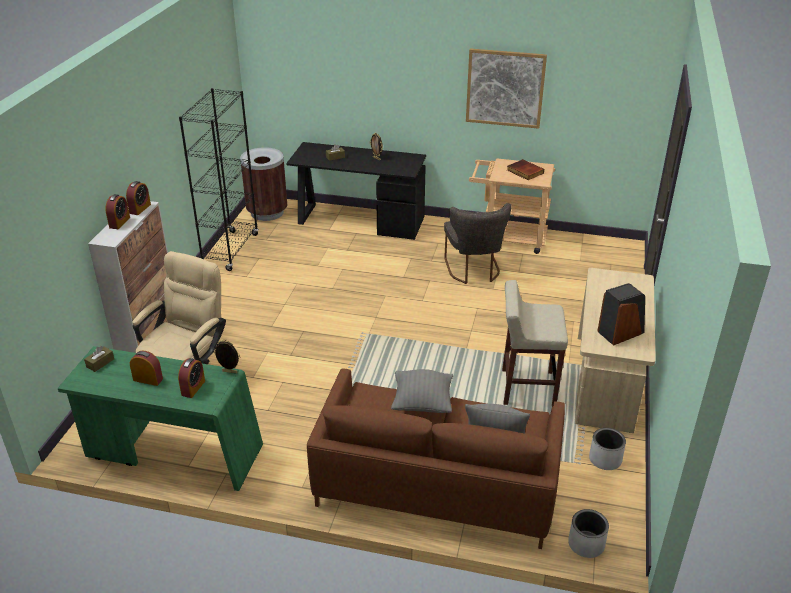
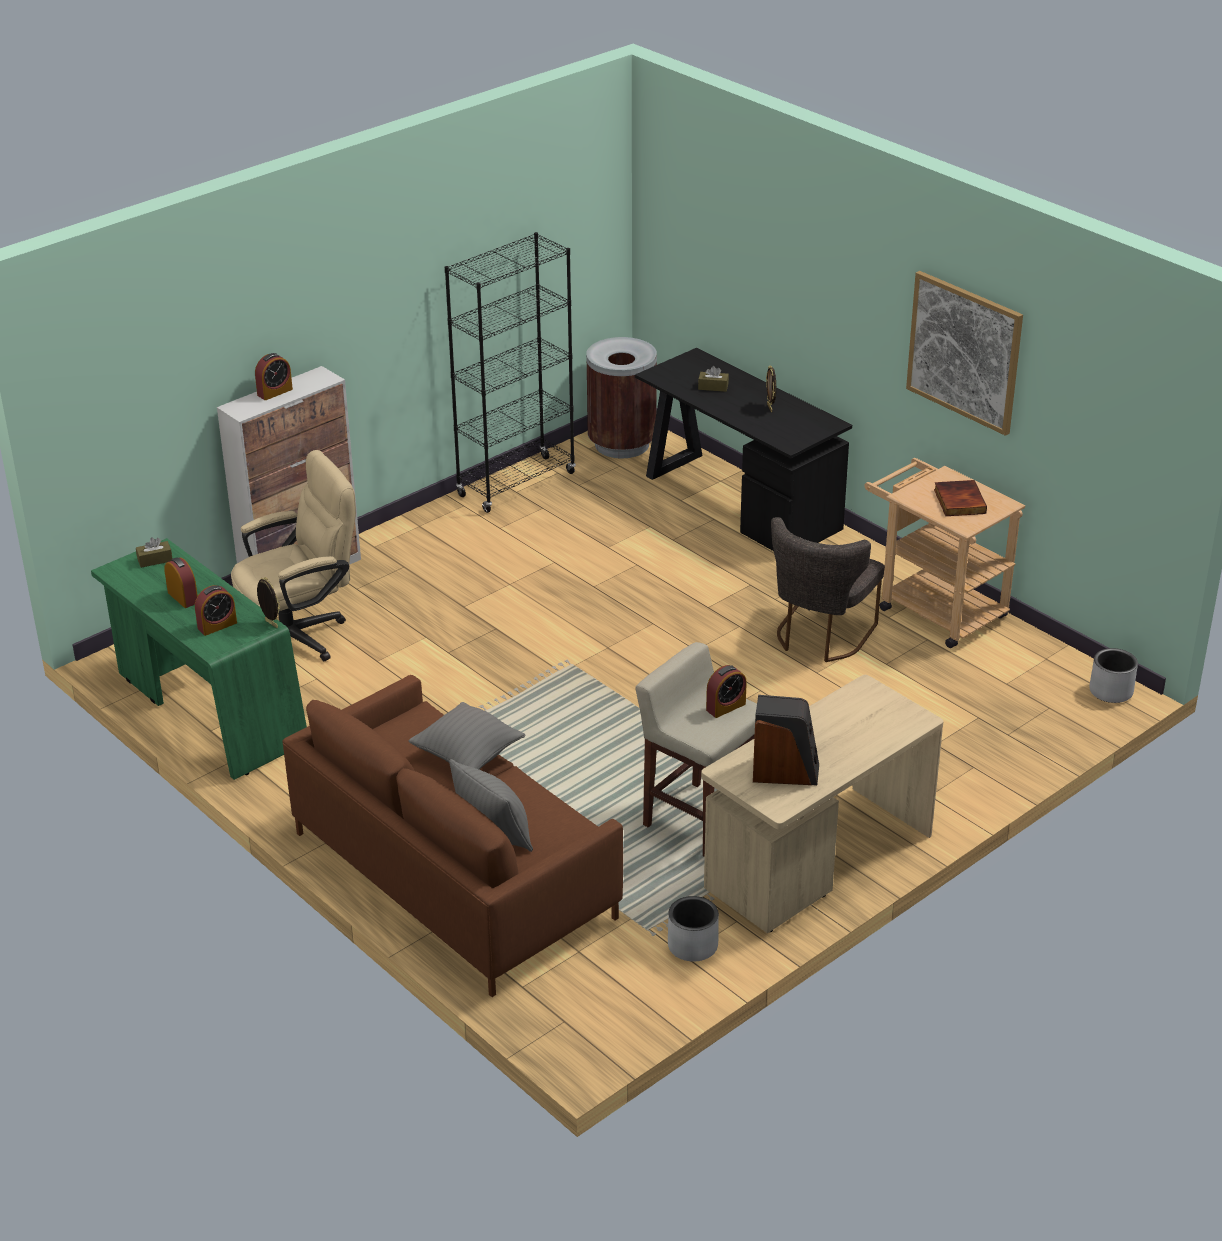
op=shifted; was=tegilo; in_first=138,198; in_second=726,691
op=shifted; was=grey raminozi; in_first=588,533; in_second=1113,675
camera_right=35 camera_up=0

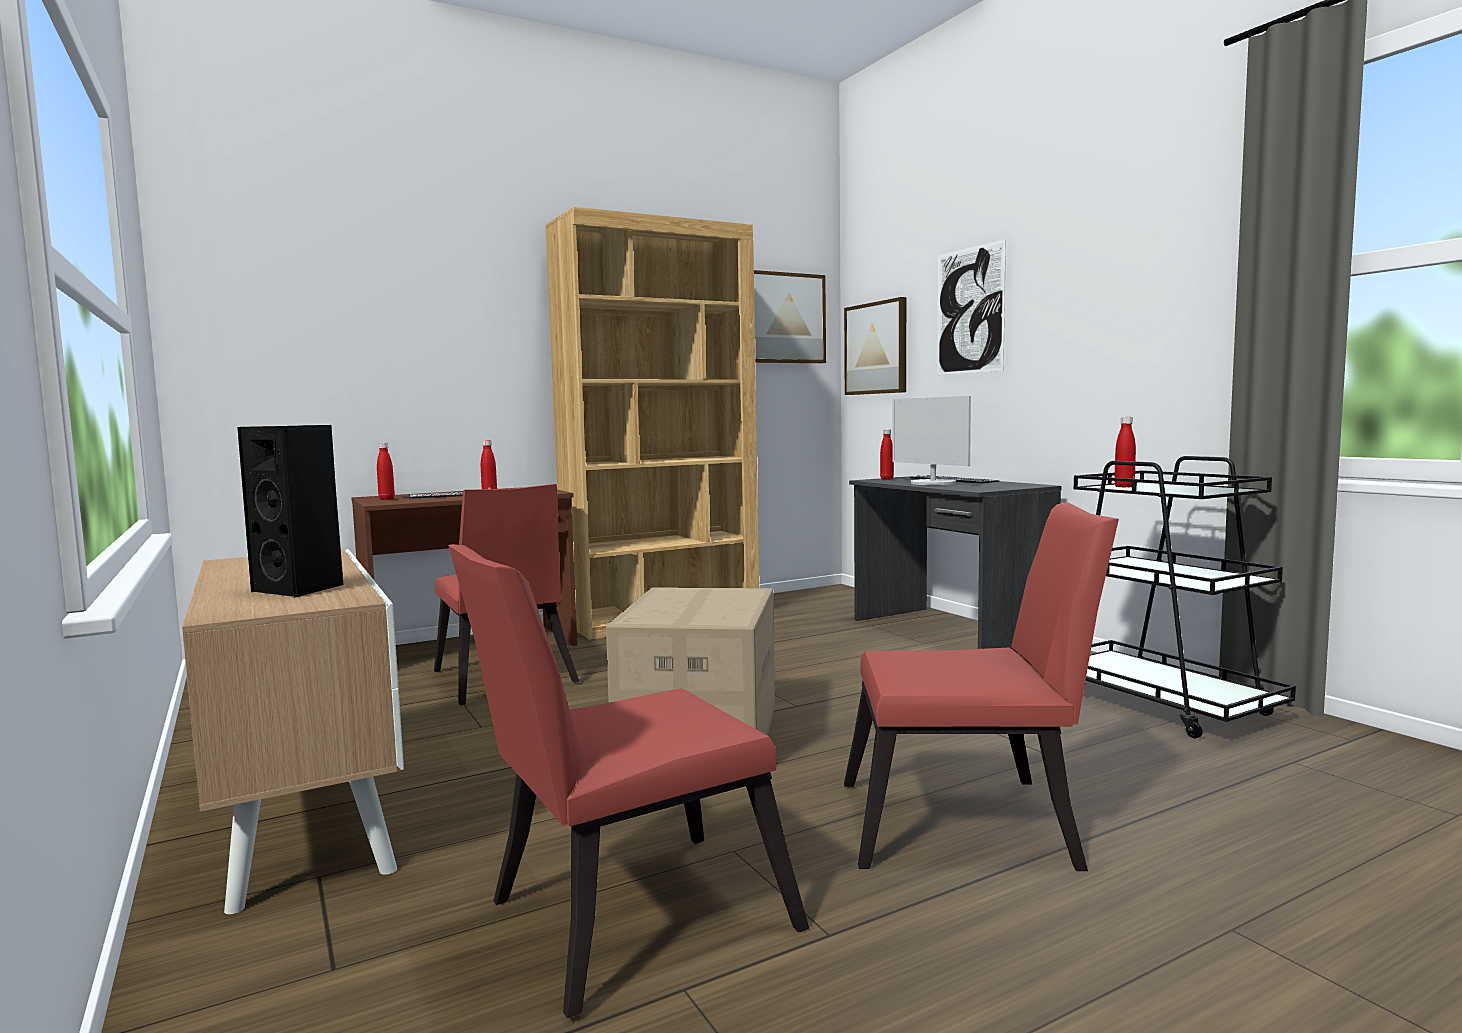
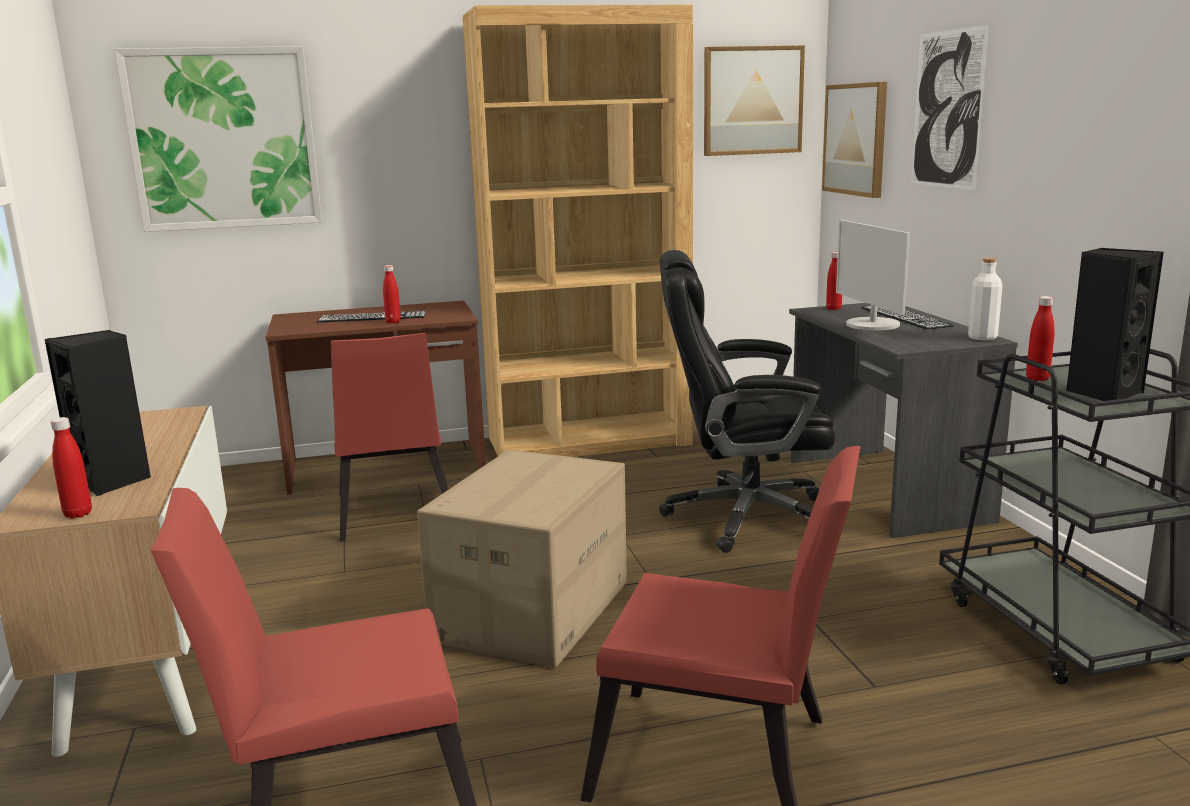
op=shifted; was=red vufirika; in_first=386,471; in_second=71,468
op=new; now=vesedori; in_second=218,139
op=new; now=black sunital; in_second=1115,324
op=new; now=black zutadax; in_second=747,401
op=new; now=white vufirika; in_second=985,299
camera_right=15 camera_up=10

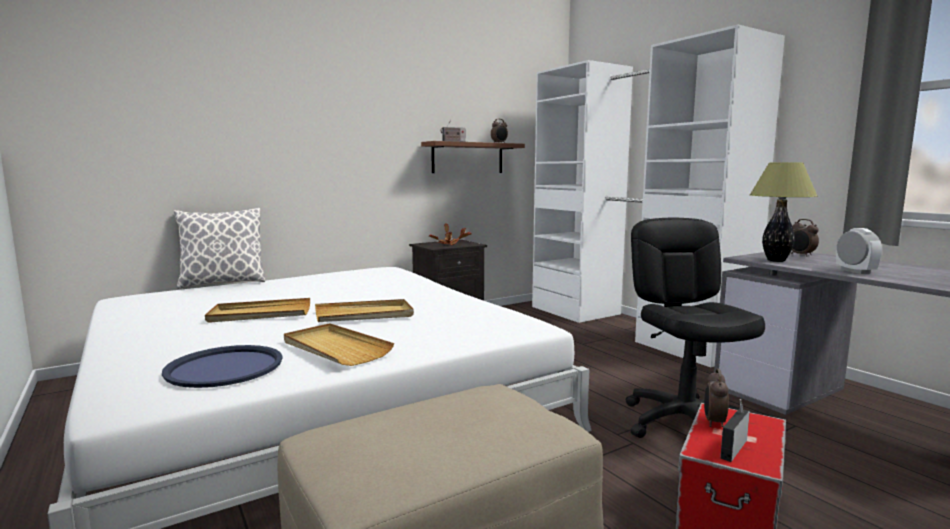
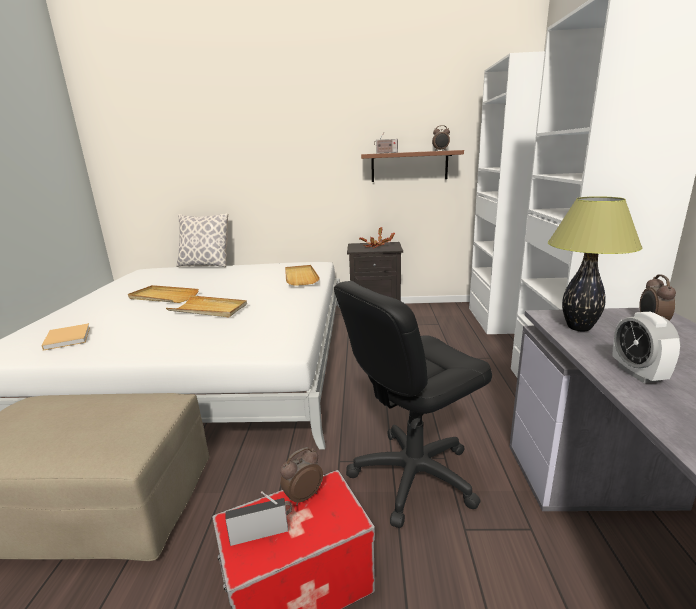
op=rotated; was=black zutadax; in_first=695,328; in_second=413,404; clockwise=-150
op=rotated; was=tegilo; in_first=859,251; in_second=646,347; clockwise=150
op=shifted; was=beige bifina; in_first=339,344; in_second=302,275
op=swapped; was=blue bifina; now=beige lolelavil; in_first=222,366; in_second=65,337
camera_right=35 camera_up=10

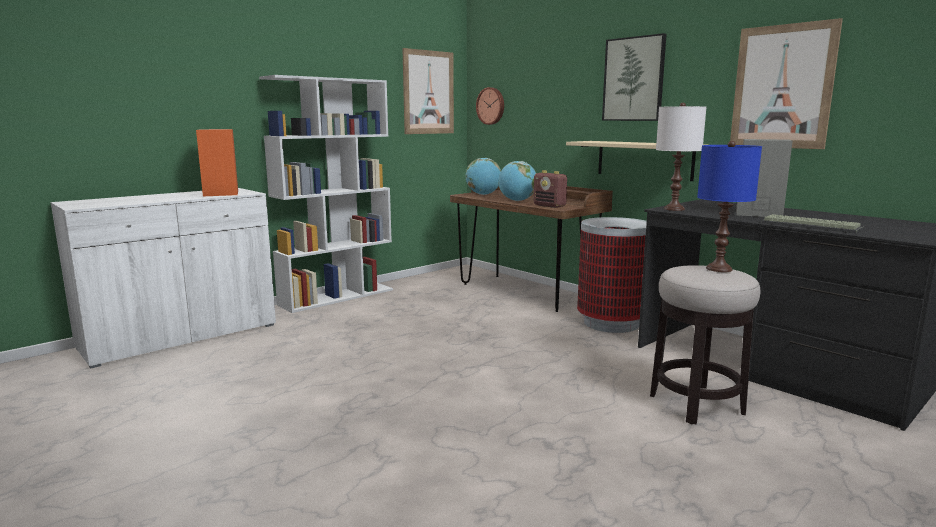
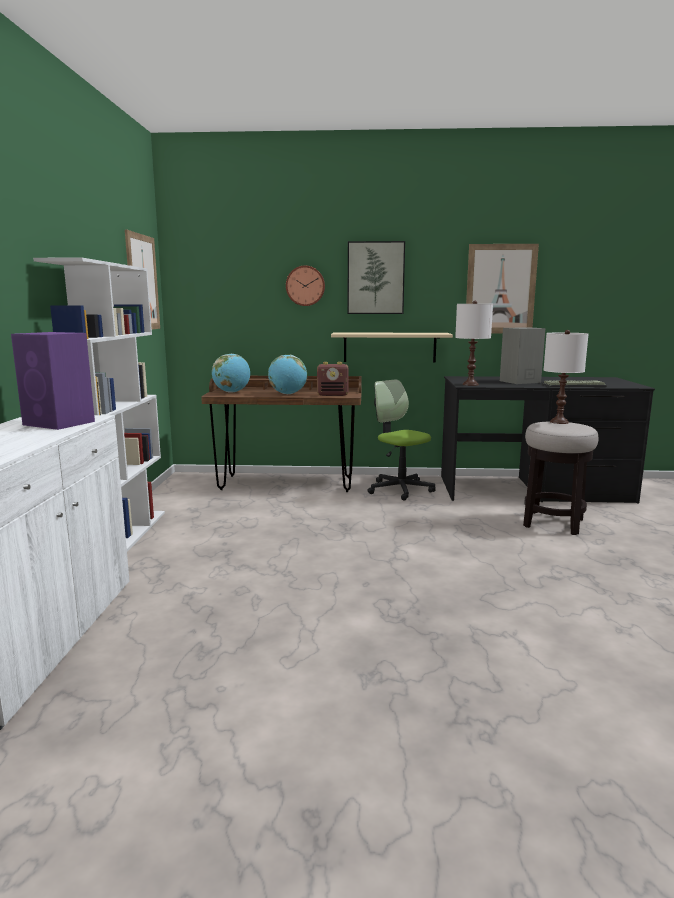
op=shifted; was=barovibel; in_first=490,106; in_second=305,285
op=repainted; was=orange sunital; now=purple sunital; in_first=217,162; in_second=53,381
op=repainted; was=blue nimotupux; now=white nimotupux; in_first=729,206; in_second=566,377
op=swapped; was=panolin; now=zutadax; in_first=612,275; in_second=401,439
camera_right=-45 camera_up=0

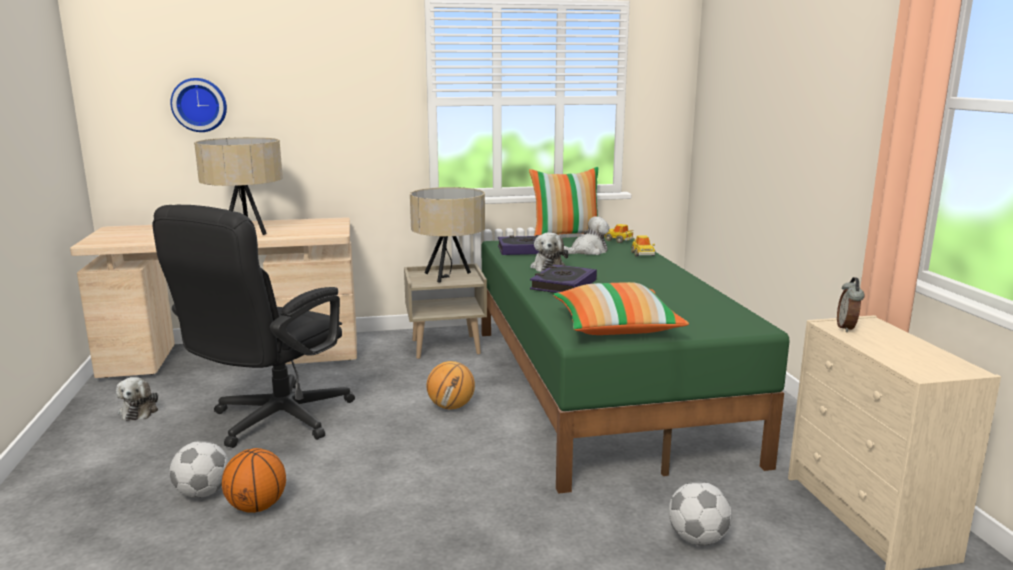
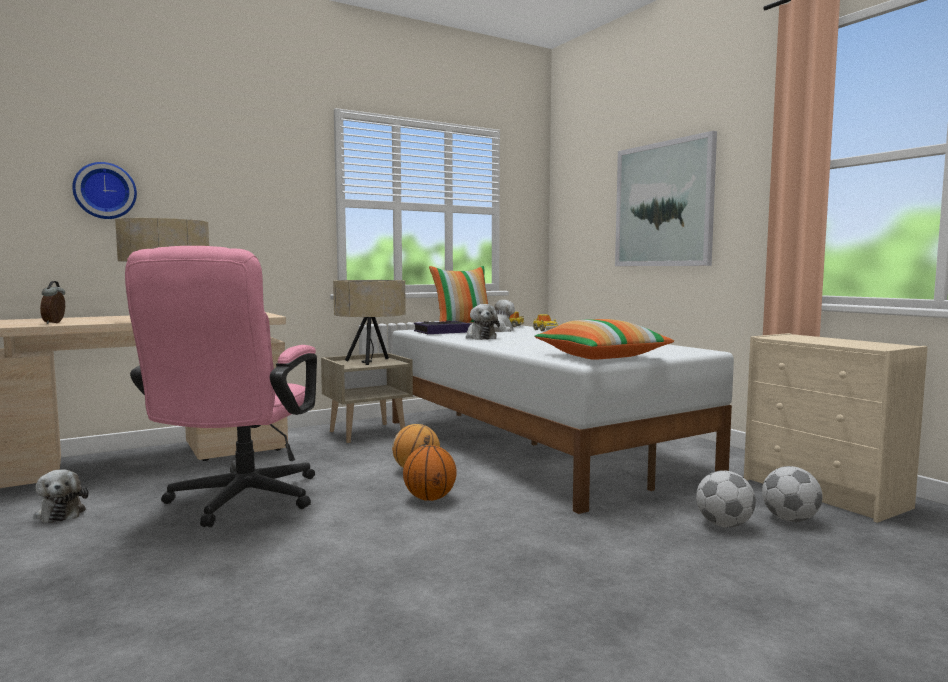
op=repainted; was=black zutadax; now=pink zutadax; in_first=253,326; in_second=221,386
op=repainted; was=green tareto; now=white tareto; in_first=635,365; in_second=563,419
op=gone; was=lolelavil; in_first=563,278
op=shifted; was=tegilo; in_first=851,304; in_second=52,302
op=shifted; was=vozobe; in_first=199,469; in_second=792,494
op=shifted; was=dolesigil; in_first=254,480; in_second=430,473
op=new; now=vesedori; in_second=666,198
camera_right=-20 camera_up=-10

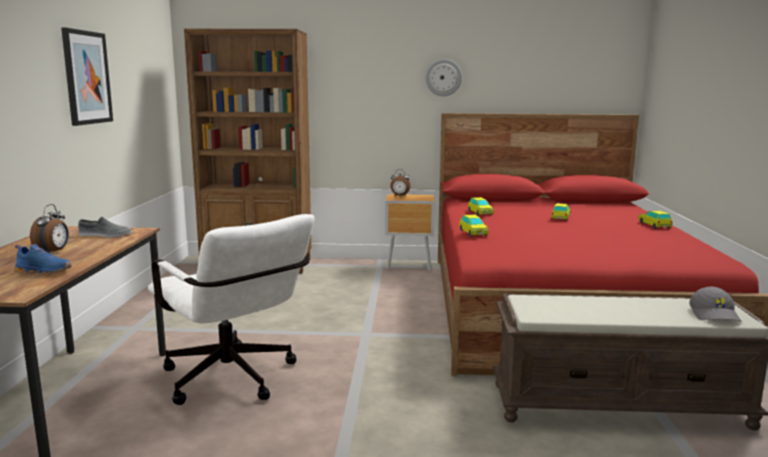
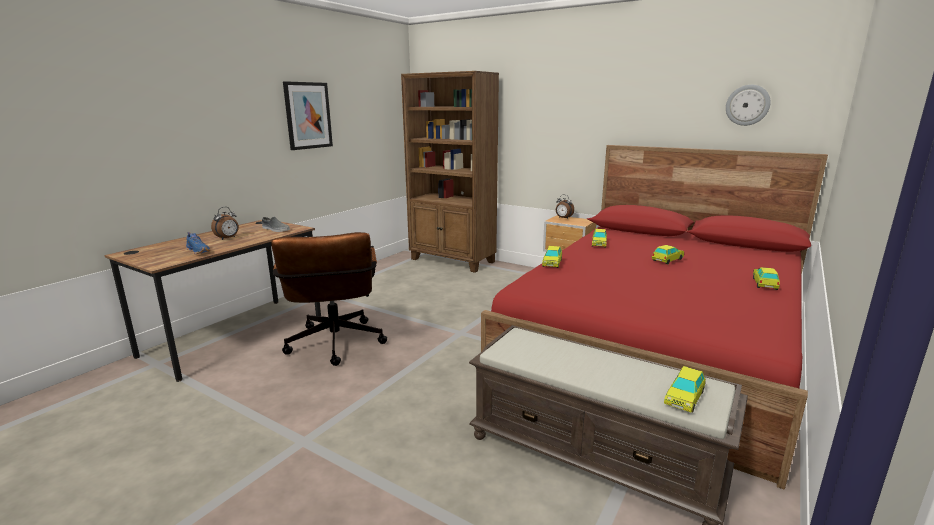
op=shifted; was=barovibel; in_first=444,77; in_second=748,105
op=repainted; was=white zutadax; now=brown zutadax; in_first=231,309; in_second=329,299
op=swapped; was=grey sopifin; now=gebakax; in_first=715,304; in_second=685,389
camera_right=30 camera_up=5

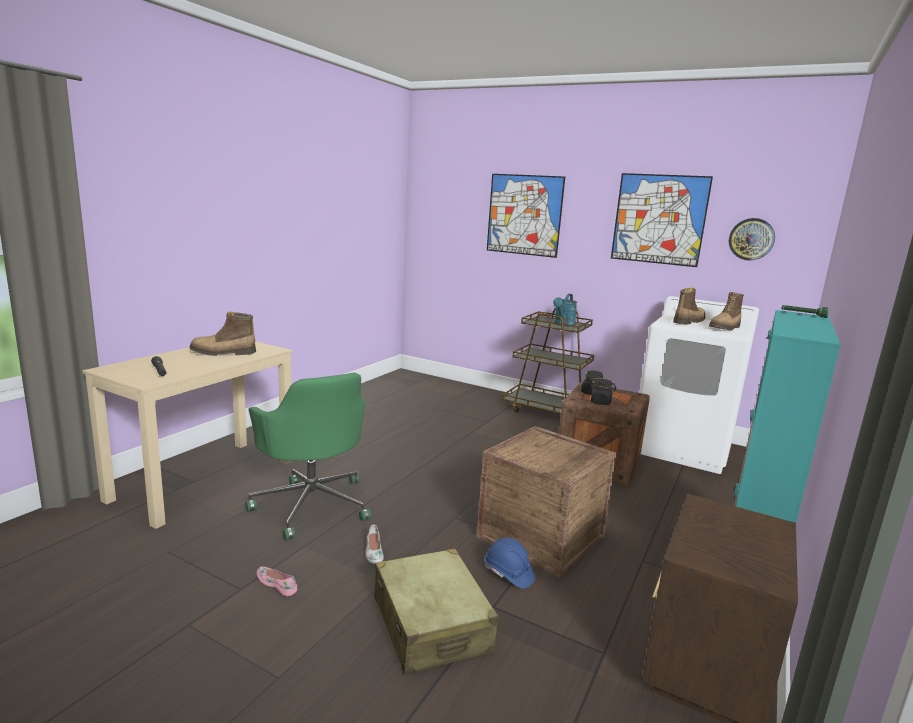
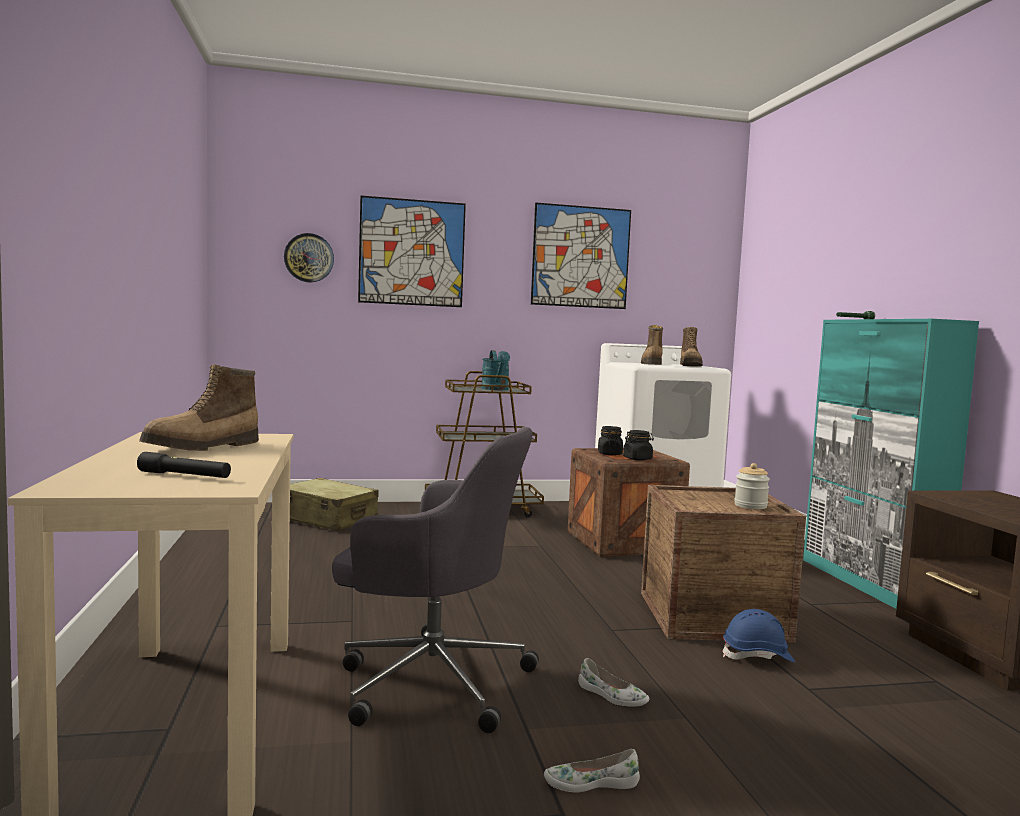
op=shifted; was=barovibel; in_first=752,239; in_second=309,258
op=repainted; was=green zutadax; now=grey zutadax; in_first=308,457; in_second=435,580
op=shifted; was=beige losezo; in_first=436,611; in_second=334,504
op=repainted; was=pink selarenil; now=white selarenil; in_first=277,581; in_second=592,771
op=new; now=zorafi; in_second=752,486
camera_right=-40 camera_up=-10

